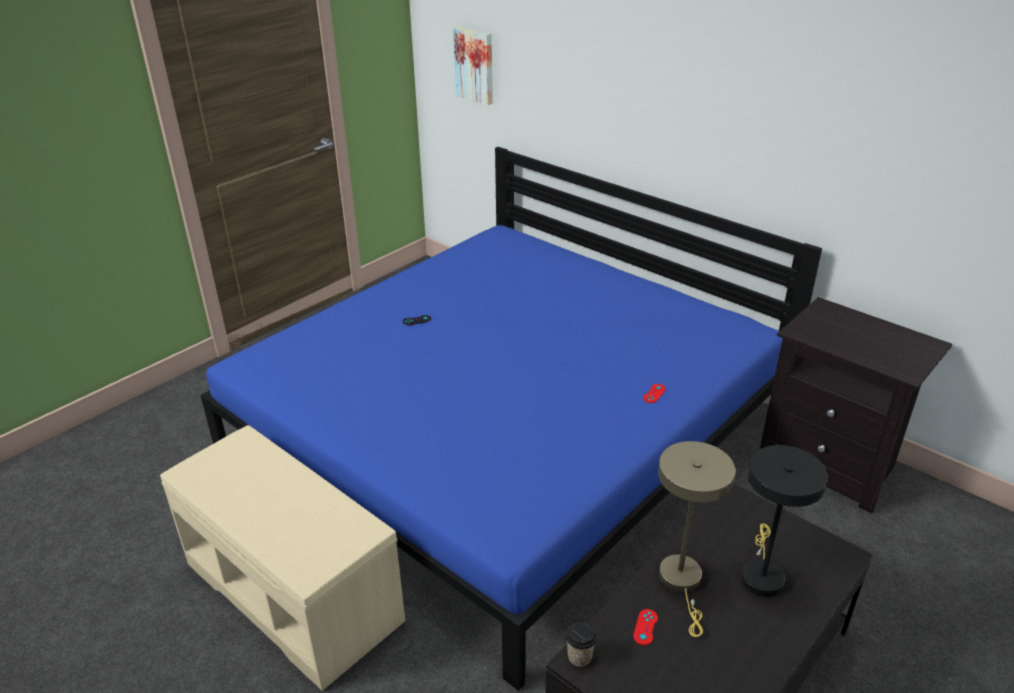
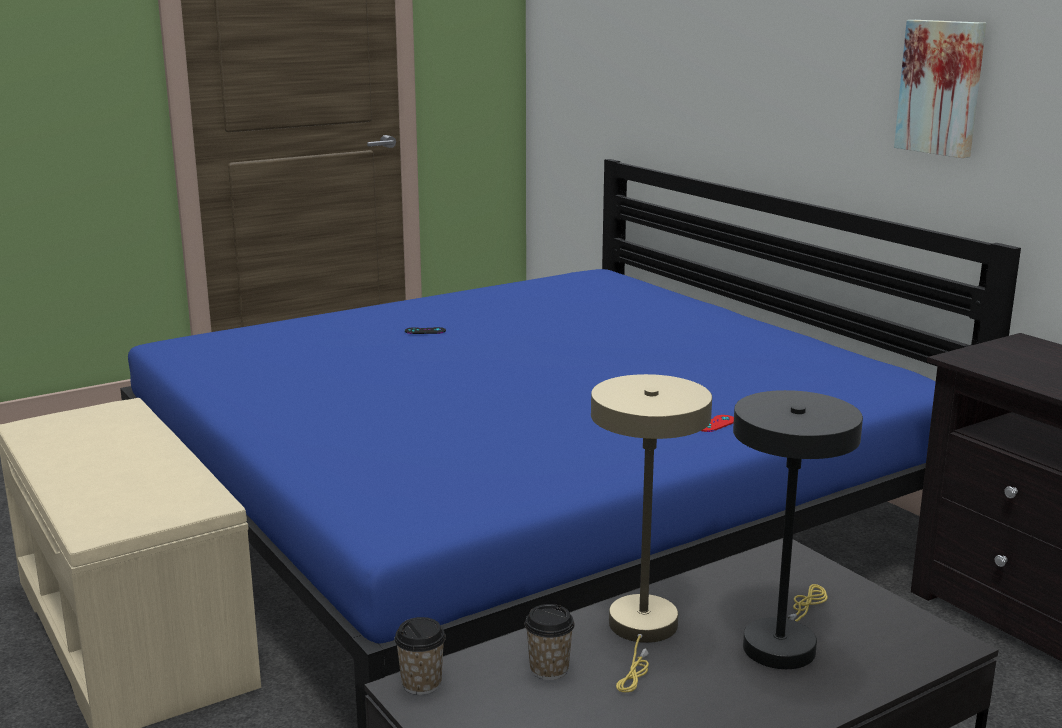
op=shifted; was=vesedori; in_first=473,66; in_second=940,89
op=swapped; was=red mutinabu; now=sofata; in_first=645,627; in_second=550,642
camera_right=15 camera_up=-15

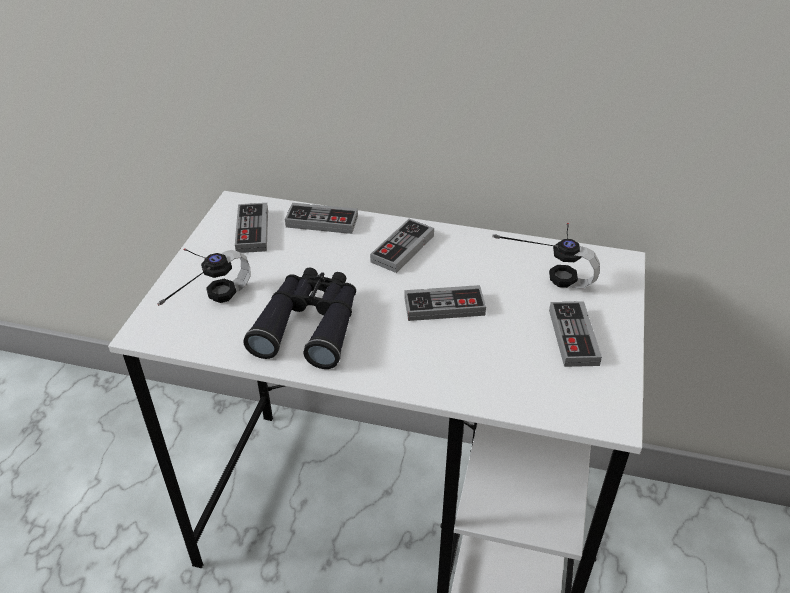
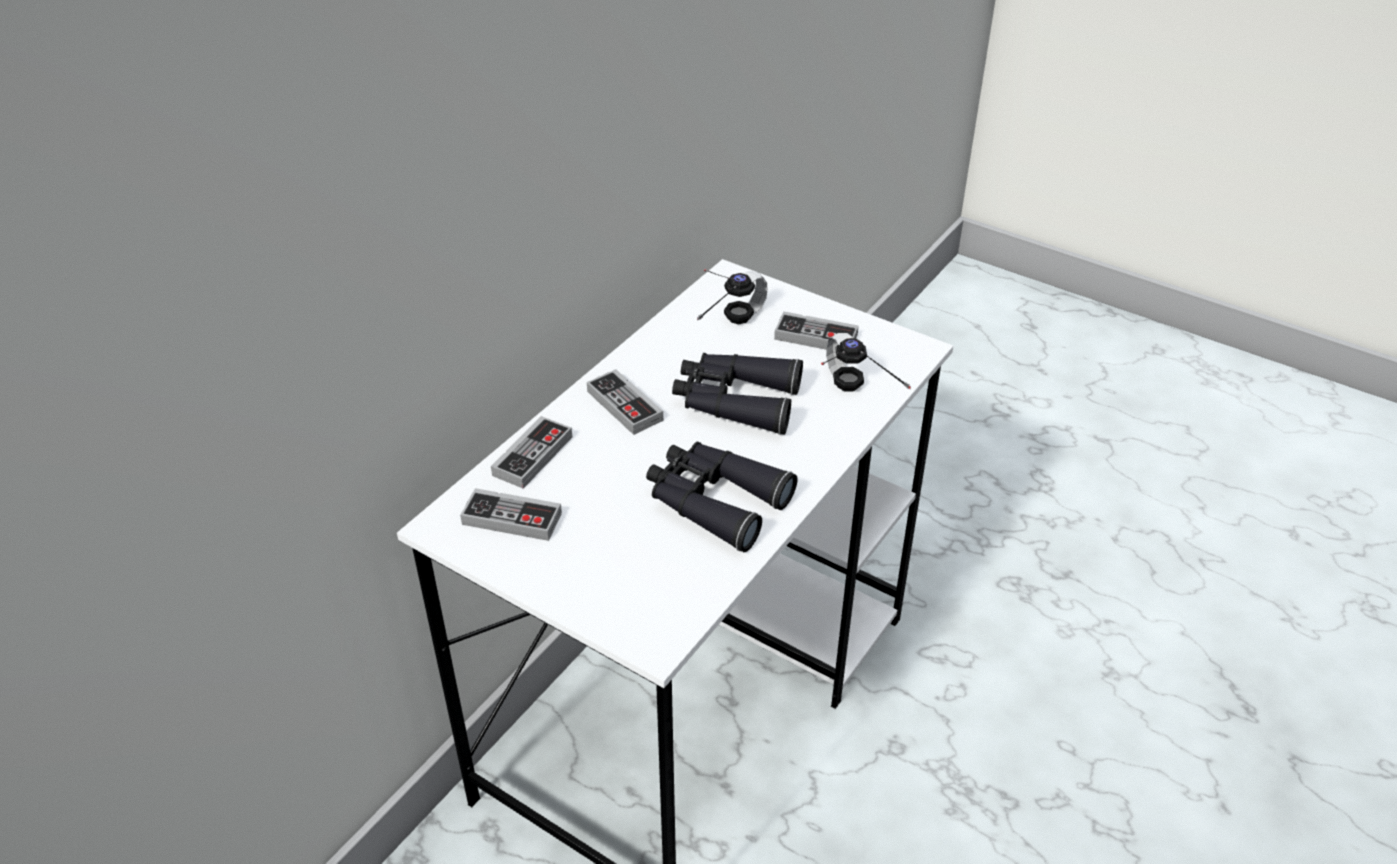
op=shifted; was=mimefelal; in_first=204,277; in_second=866,362
op=swapped; was=mutinabu; now=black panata; in_first=445,303; in_second=737,394
camera_right=-70 camera_up=0

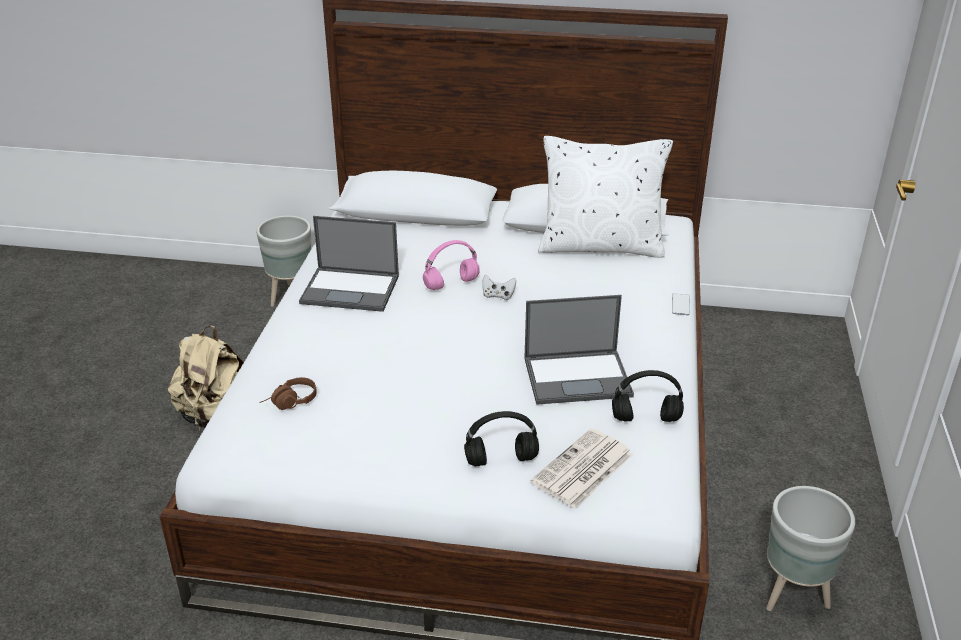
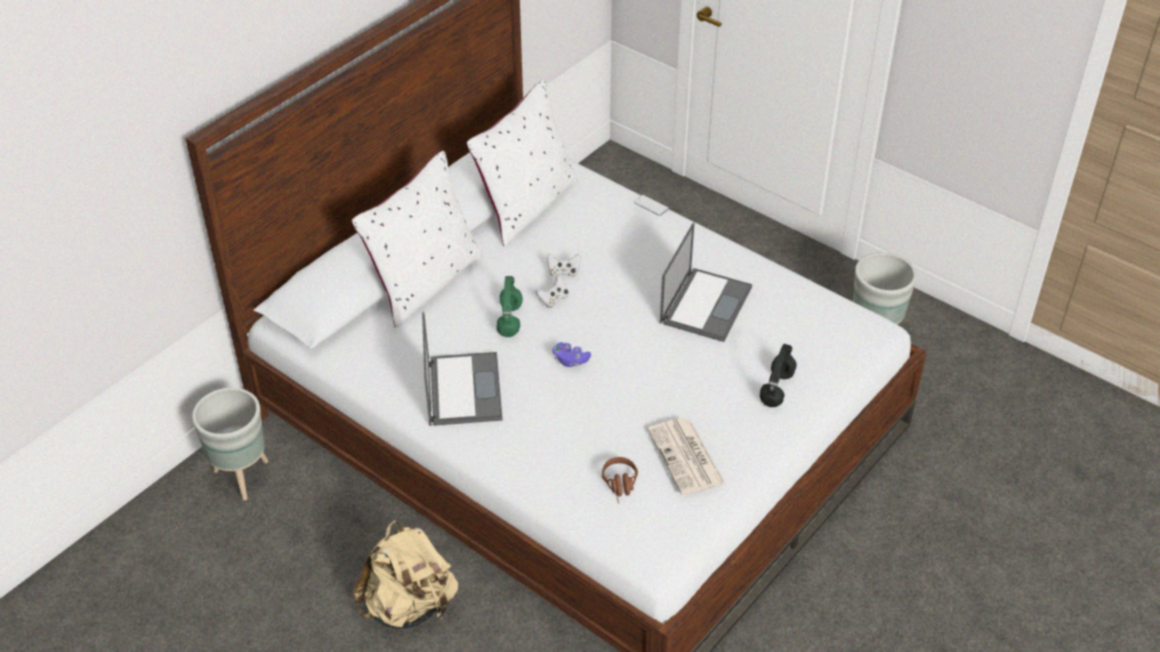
op=rotated; was=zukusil; in_first=349,264; in_second=462,369; clockwise=-45
op=repainted; was=pink mimefelal; now=green mimefelal; in_first=451,265; in_second=510,306
op=gone; was=black mimefelal; in_first=648,396
op=shifted; was=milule; in_first=582,468; in_second=686,456
op=new; now=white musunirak; in_second=417,239
op=new; now=white mutinabu; in_second=564,265
op=new; now=purple mutinabu; in_second=571,354
camera_right=-60 camera_up=10

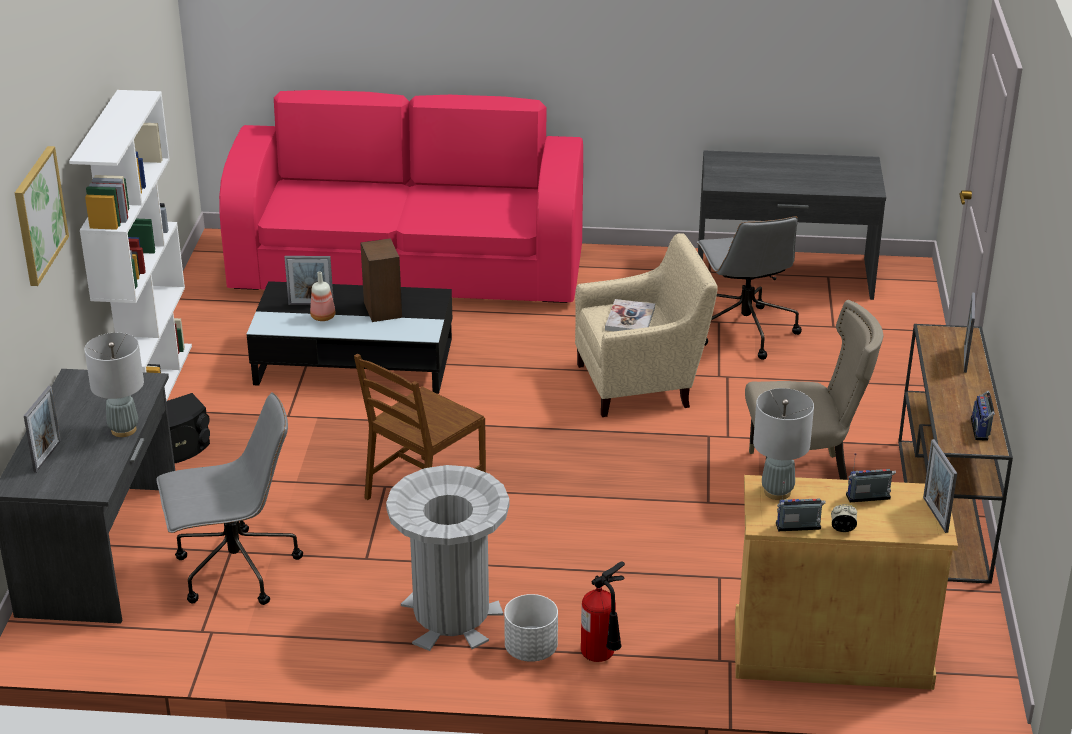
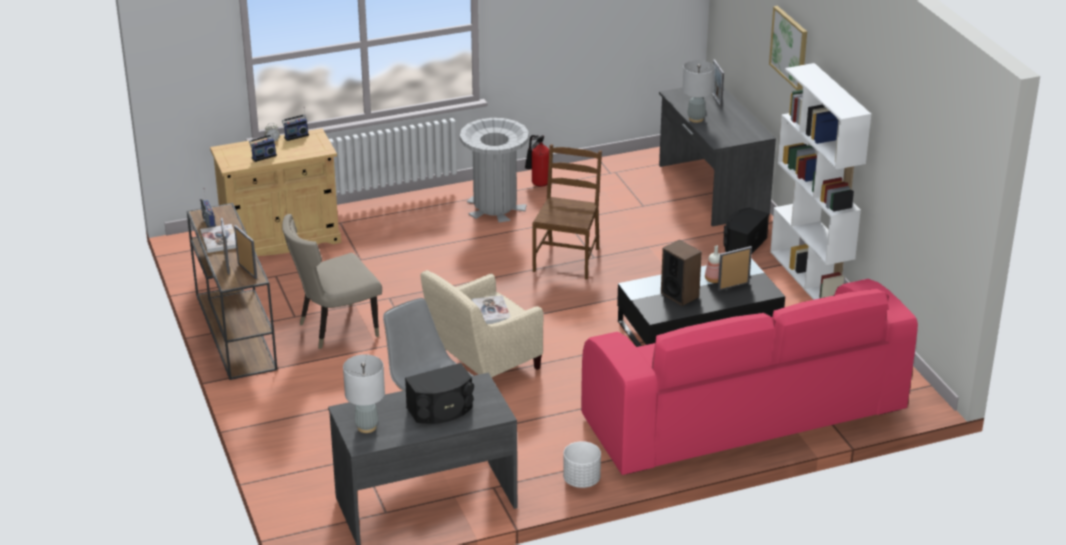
op=shifted; was=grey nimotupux; in_first=783,444; in_second=364,393
op=gone; was=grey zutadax; in_first=229,498
op=shifted; was=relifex; in_first=940,486; in_second=245,252
op=shifted; was=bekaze; in_first=603,612; in_second=537,161
op=shifted; was=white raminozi; in_first=531,628; in_second=582,464
op=new; now=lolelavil; in_second=218,238
op=new; now=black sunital; in_second=439,393
camera_right=155 camera_up=0

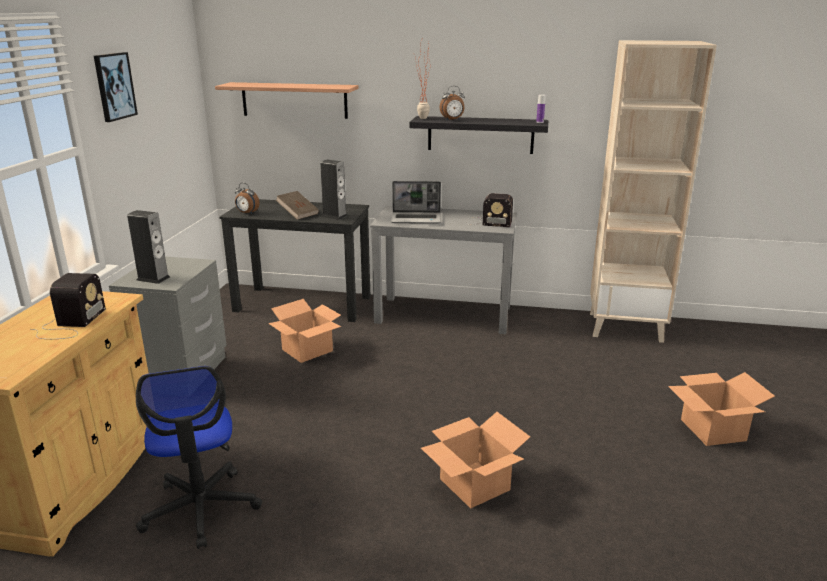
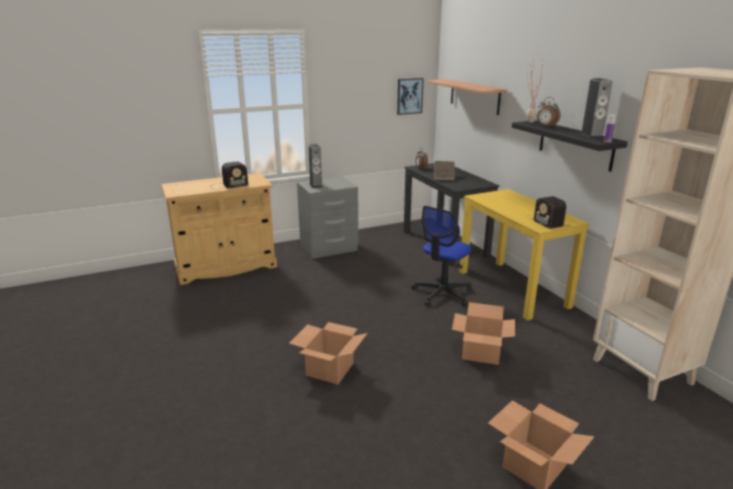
op=shifted; was=vesedori; in_first=116,87; in_second=410,96
op=shifted; was=sunital; in_first=333,190; in_second=596,108
op=gone; was=zukusil; in_first=416,202
op=repainted; was=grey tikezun; now=yellow tikezun; in_first=443,270; in_second=524,255
op=shifted; was=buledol; in_first=304,331; in_second=483,333
op=shifted; was=zutadax; in_first=199,457; in_second=441,256
camera_right=55 camera_up=0

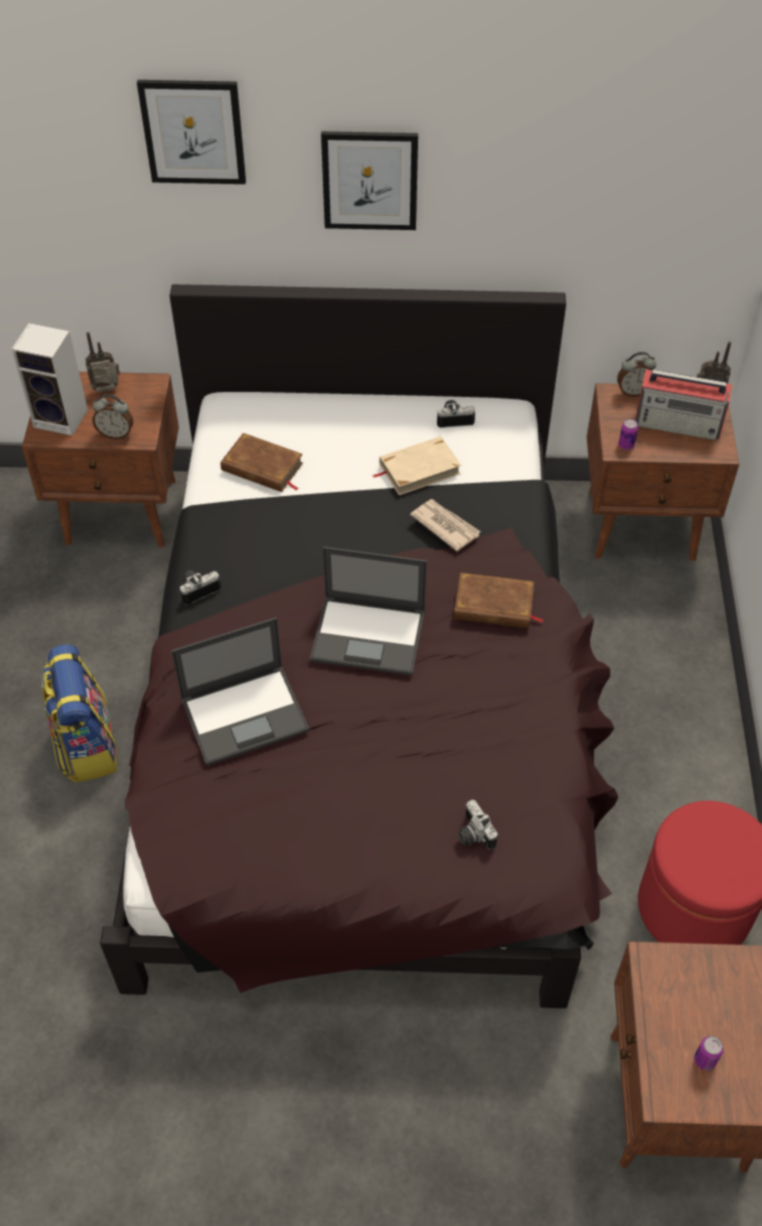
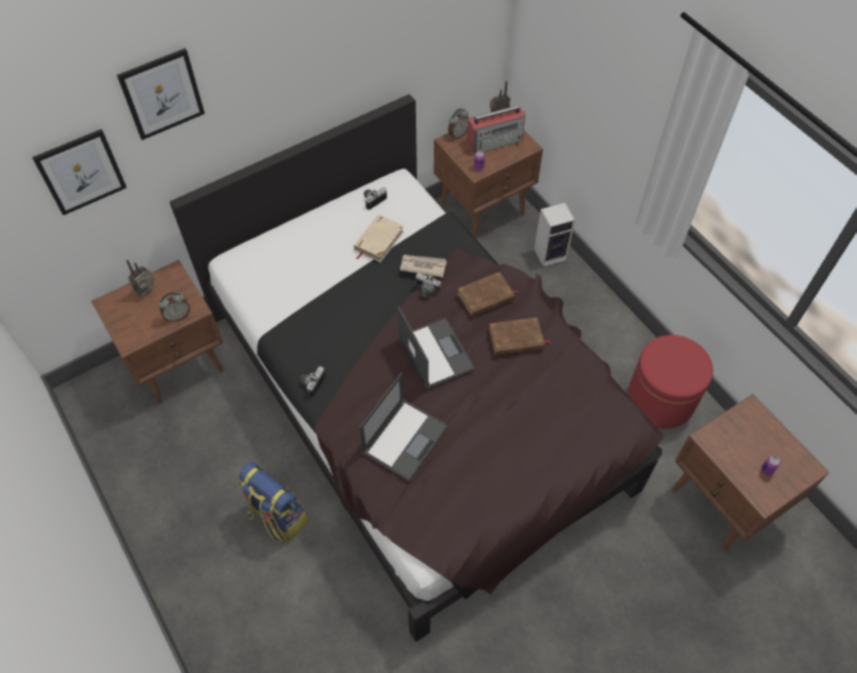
op=shifted; was=vesedori; in_first=369,180; in_second=79,172
op=shifted; was=sunital; in_first=50,379; in_second=554,235
op=shifted; was=brown lolelavil; in_first=262,462; in_second=520,336
op=rotated; was=zukusil; in_first=368,611; in_second=436,347; clockwise=-90
op=shifted; was=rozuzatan; in_first=478,824; in_second=428,285
camera_right=-35 camera_up=5

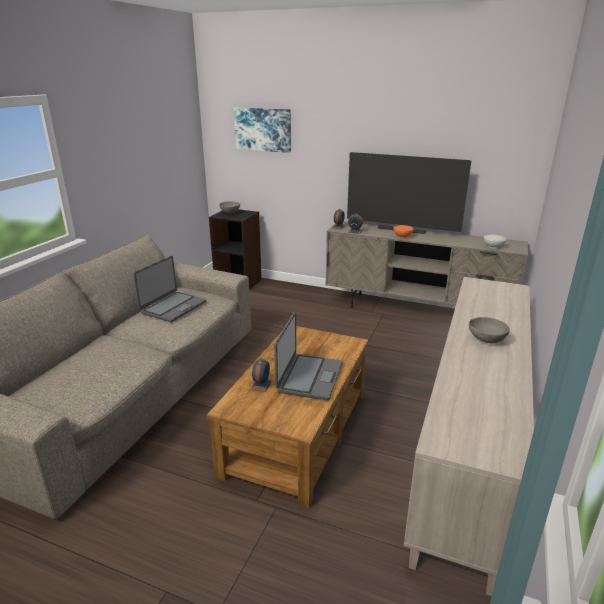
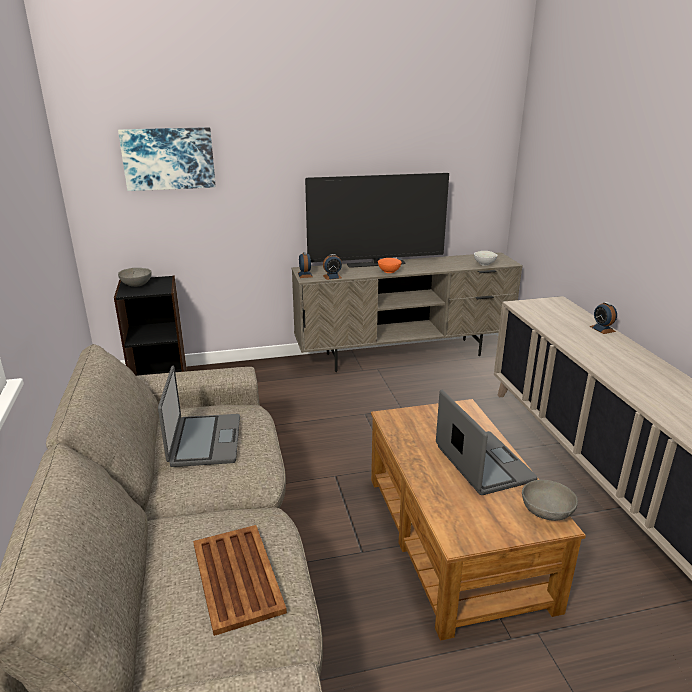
op=shifted; was=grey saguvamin; in_first=489,330; in_second=550,500
op=shifted; was=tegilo; in_first=261,375; in_second=603,318
op=new; now=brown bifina; in_second=240,580
camera_right=-35 camera_up=0

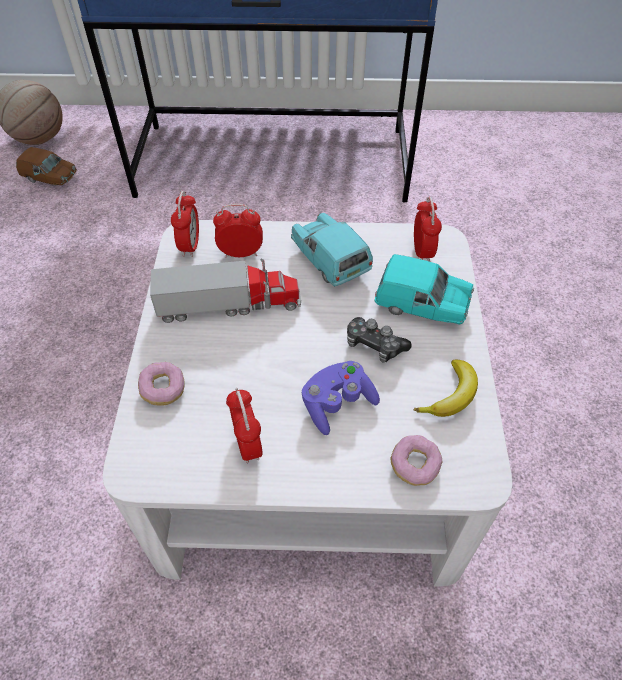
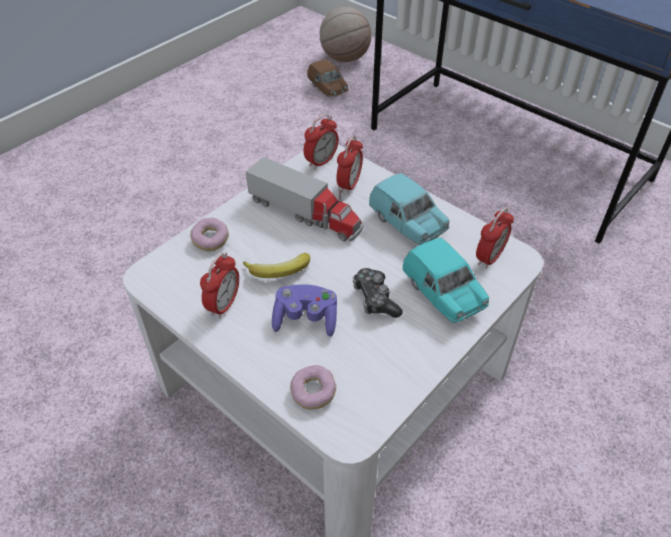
op=rotated; was=tegilo; in_first=238,231; in_second=349,164; clockwise=75
op=rotated; was=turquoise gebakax; in_first=332,249; in_second=409,209; clockwise=135
op=shifted; was=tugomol; in_first=445,388; in_second=276,265
camera_right=40 camera_up=-5

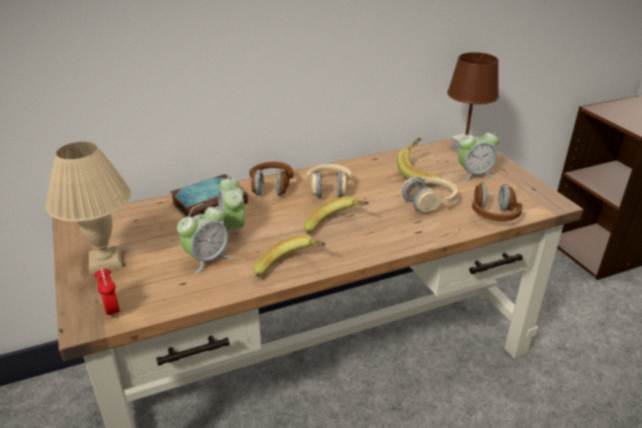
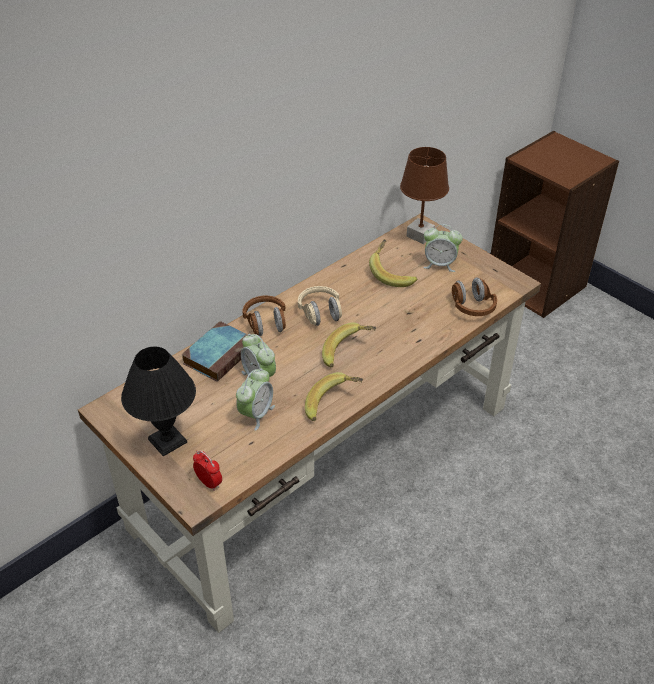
op=rotated; was=tegilo; in_first=478,154; in_second=443,248; clockwise=45
op=repainted; was=beige nimotupux; now=black nimotupux; in_first=88,208; in_second=158,401
op=gone; was=beige mimefelal; in_first=428,194
camera_right=-20 camera_up=10

